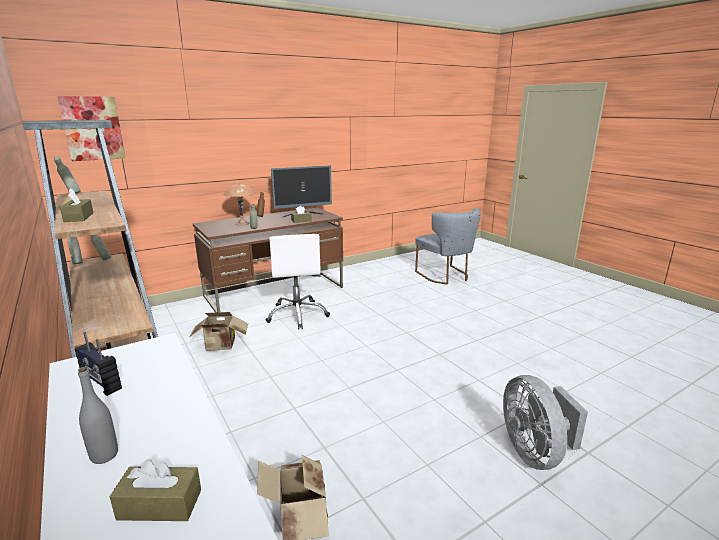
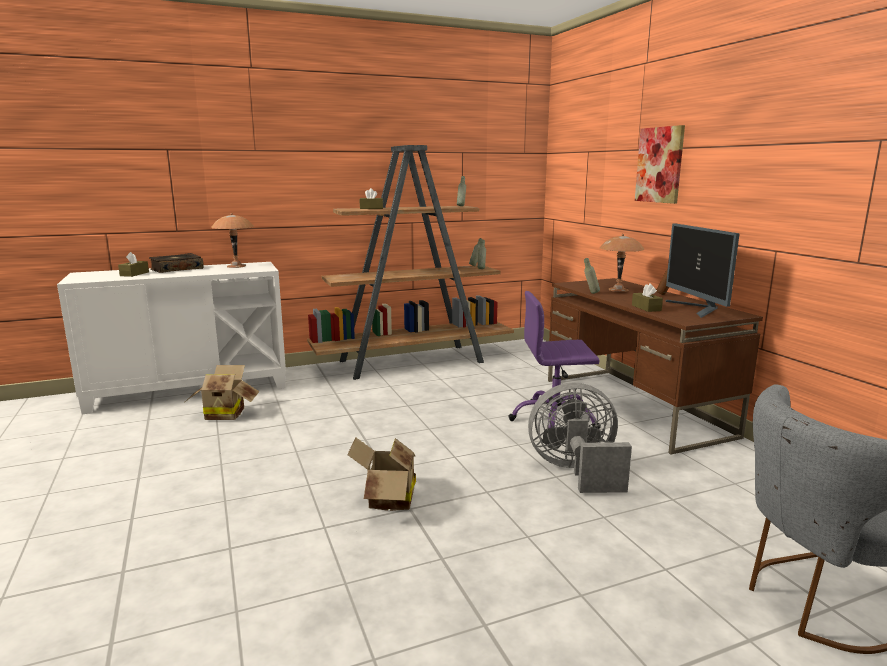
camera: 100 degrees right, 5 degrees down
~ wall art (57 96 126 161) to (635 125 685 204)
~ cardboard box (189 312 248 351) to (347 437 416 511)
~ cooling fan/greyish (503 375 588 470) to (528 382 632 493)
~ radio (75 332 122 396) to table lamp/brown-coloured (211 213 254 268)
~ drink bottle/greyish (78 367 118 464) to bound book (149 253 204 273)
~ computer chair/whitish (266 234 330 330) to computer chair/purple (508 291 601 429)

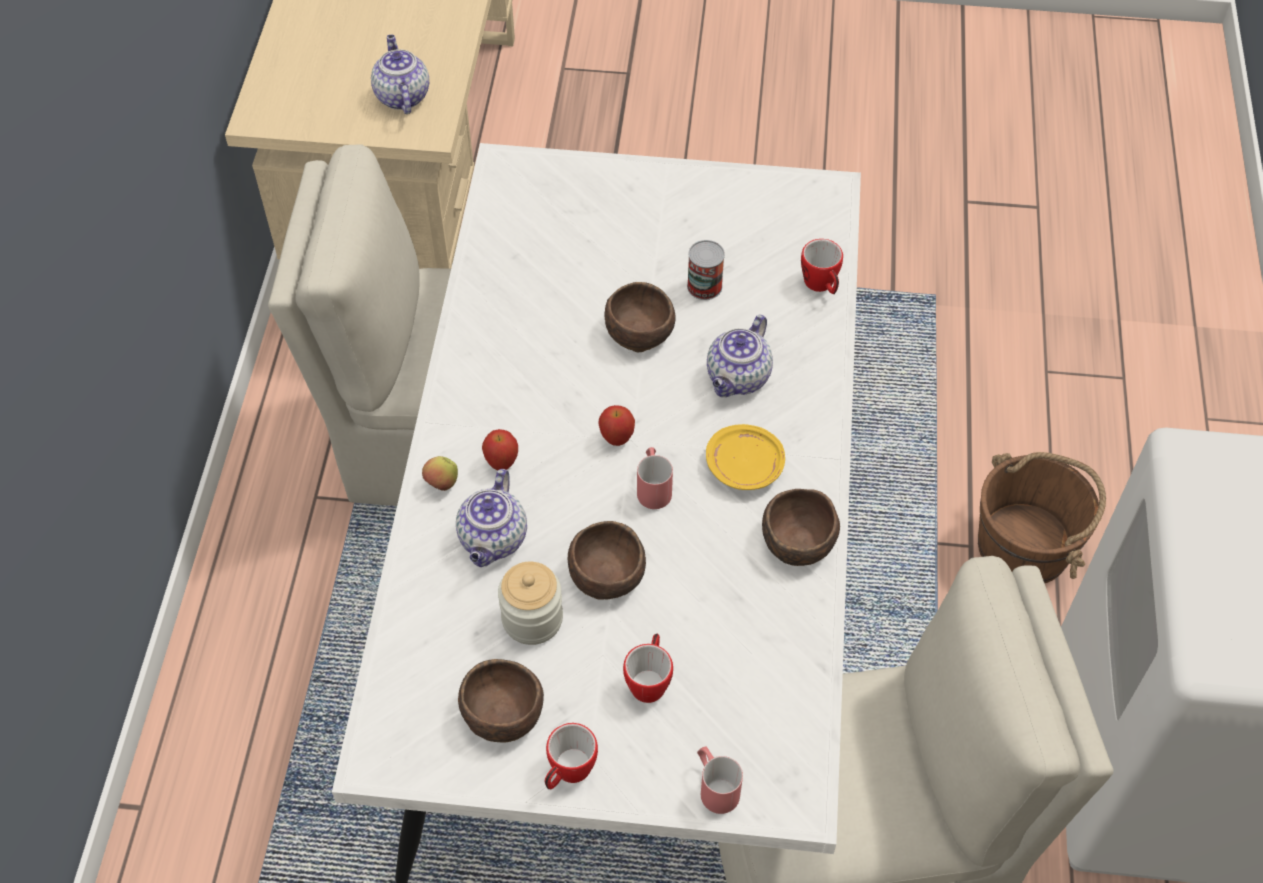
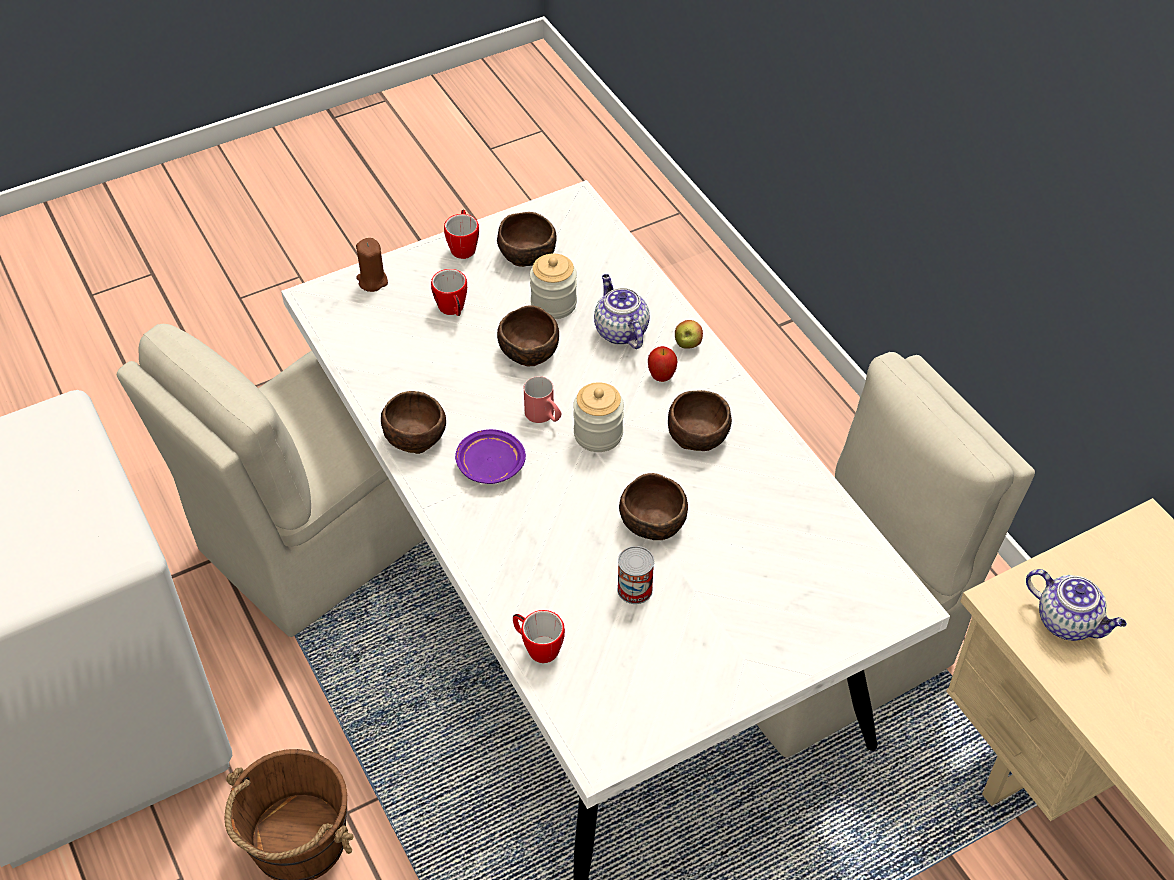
camera: 145 degrees right, 5 degrees down
- pot for tea (707 314 773 397)
+ serving bowl/brown-coloured (668 390 732 451)
~ whole apple (598 405 635 446) to storage jar (573 382 624 452)
~ tea mug/reddish (697 746 743 814) to candle/brown-coloured (356 238 388 292)
~ flat dish/yellow-coloured (706 424 785 490) to flat dish/purple (455 429 526 484)

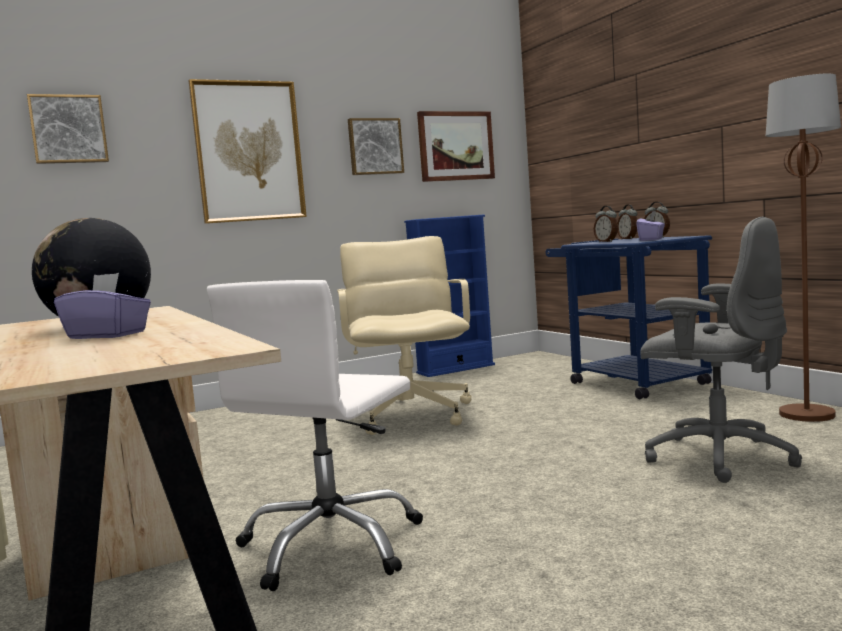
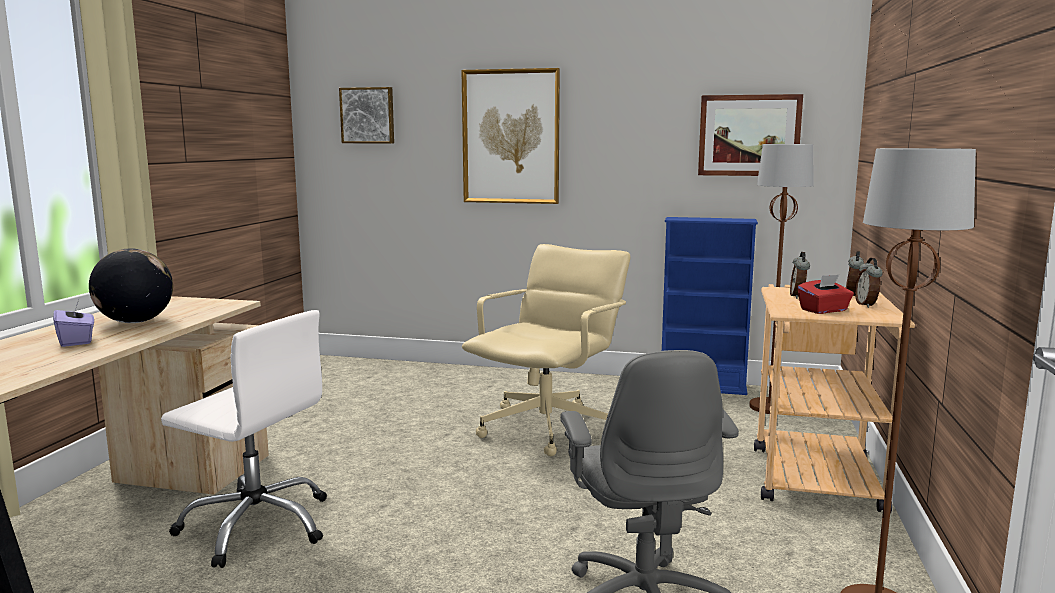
camera: 40 degrees right, 5 degrees up
- wall art (348 118 404 175)
+ standard lamp/brown-coloured (749 144 814 414)
~ cart/bluish (546 235 712 399) to cart/beige (754 284 915 513)
~ box of tissues/purple (636 211 665 241) to box of tissues/reddish (797 275 854 314)
~ computer chair/whitish (207 280 423 591) = (161 310 327 568) 135 degrees counterclockwise

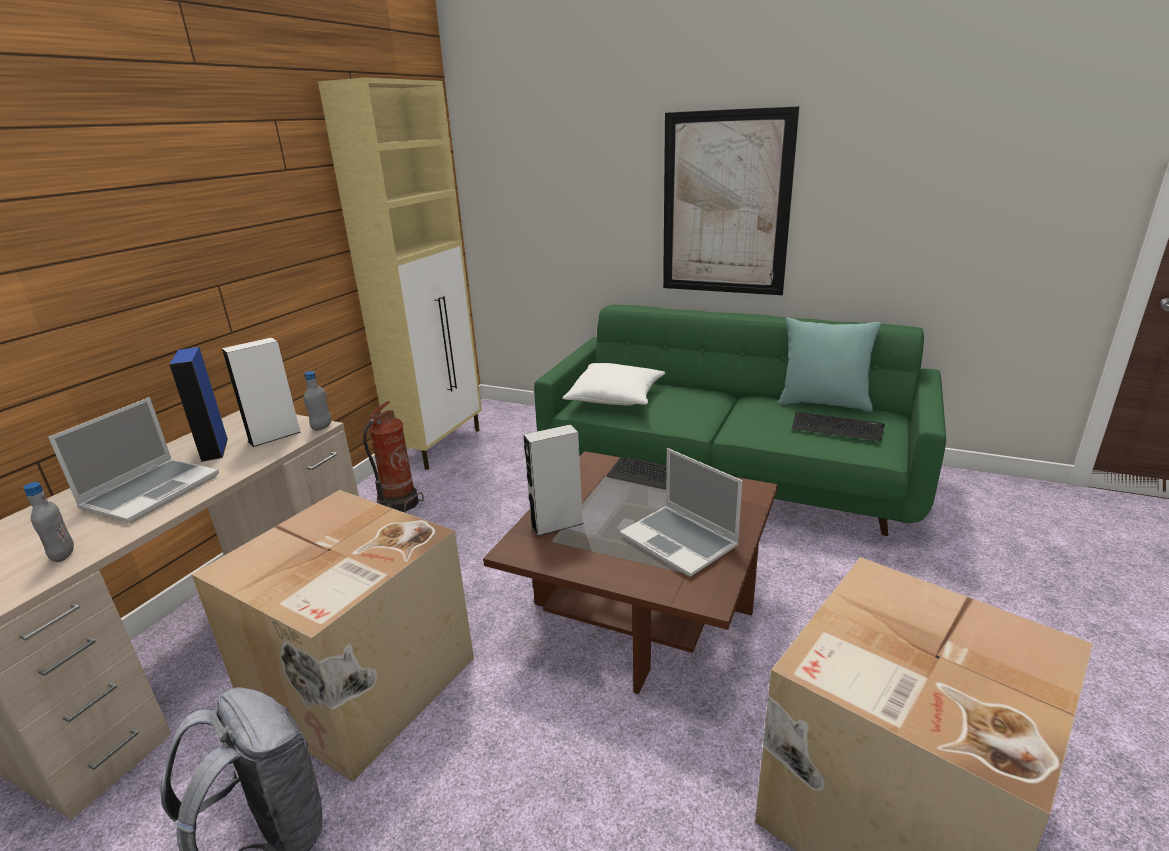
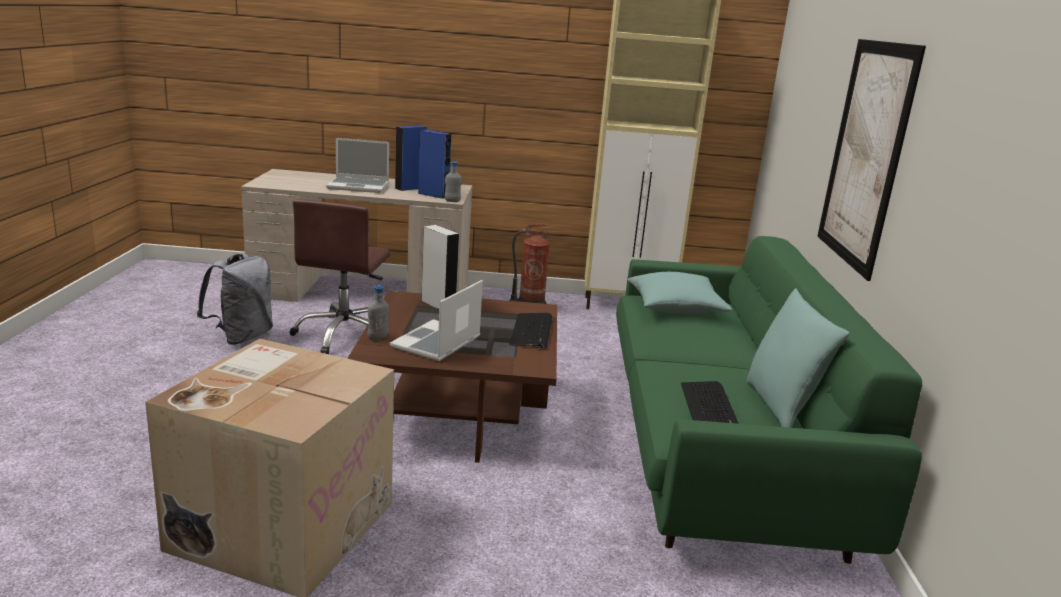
camera: 65 degrees right, 5 degrees down
~ drink bottle/greyish (23 482 74 562) to (368 285 389 340)
~ cardboard box (191 490 474 782) to computer chair/brown-coloured (289 199 391 354)
~ audio speaker/whitish (222 337 301 447) to audio speaker/bluish (418 130 451 199)
~ throw pillow/whitish (563 363 665 406) to throw pillow/turquoise-coloured (628 272 732 314)

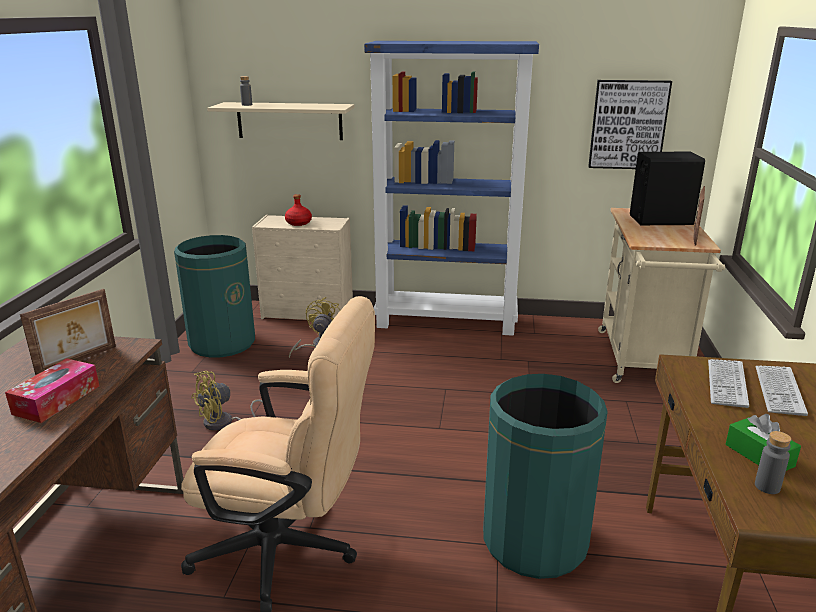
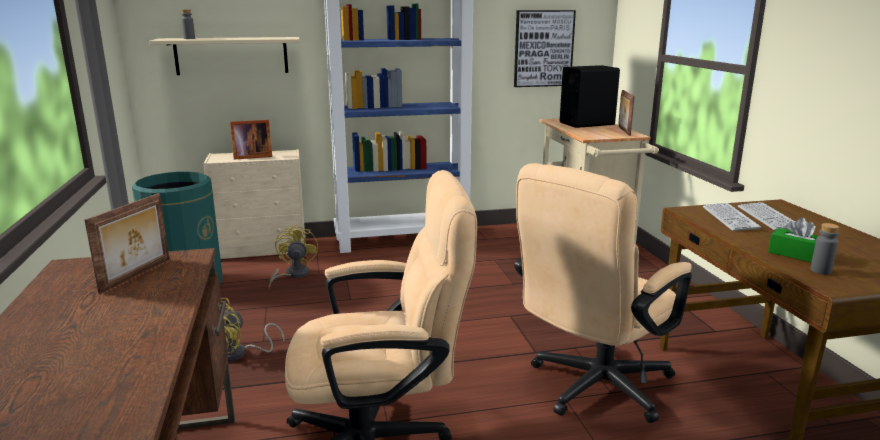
camera: 20 degrees left, 5 degrees down
- box of tissues (5 358 99 423)
~ drink bottle/reddish (285 194 312 226) to photo frame (230 120 272 159)
~ trash can/green (483 374 608 579) to computer chair/beige (514 163 692 423)

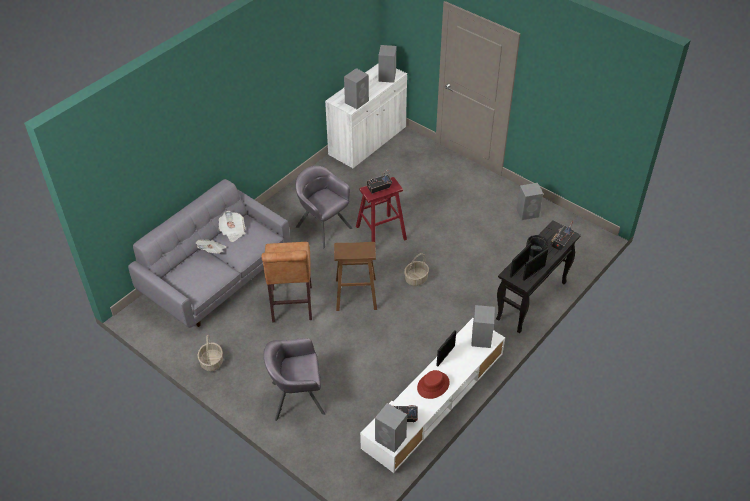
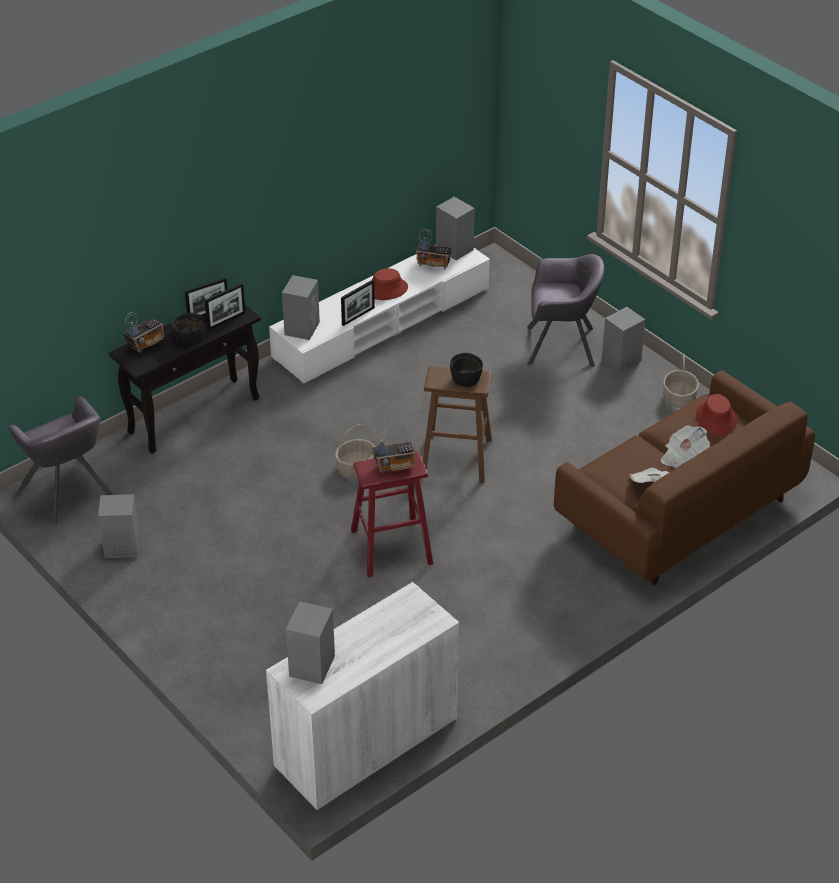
camera: 170 degrees left, 5 degrees down
- stool/brown-coloured (262 242 312 323)
+ serving bowl/black (450 353 483 387)
+ clothing hat/reddish (696 394 737 435)
~ lounge chair/greyish (295 166 353 248) to (9 396 113 525)
~ audio speaker/greyish (344 68 369 109) to (602 307 645 372)
~ settee/greyish (128 179 290 328) to settee/brown-coloured (554 370 815 585)

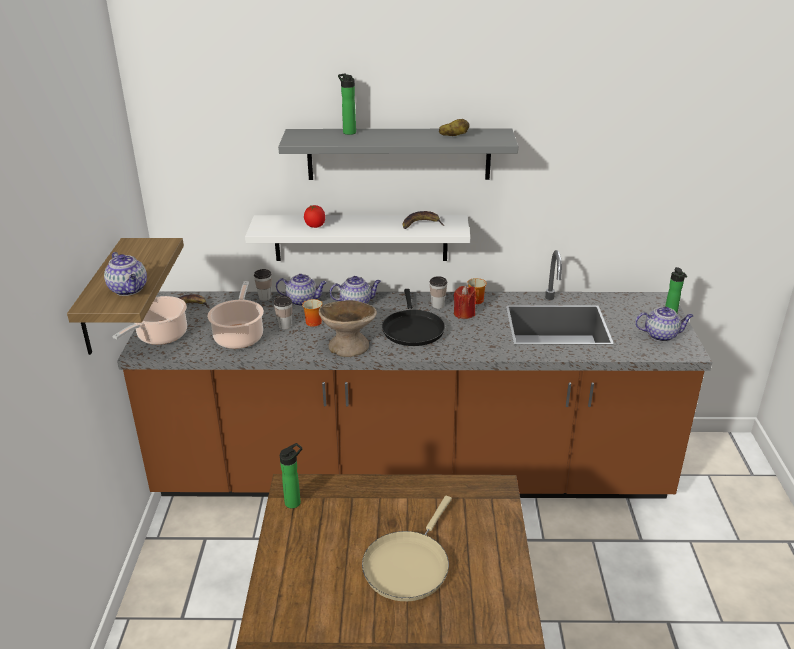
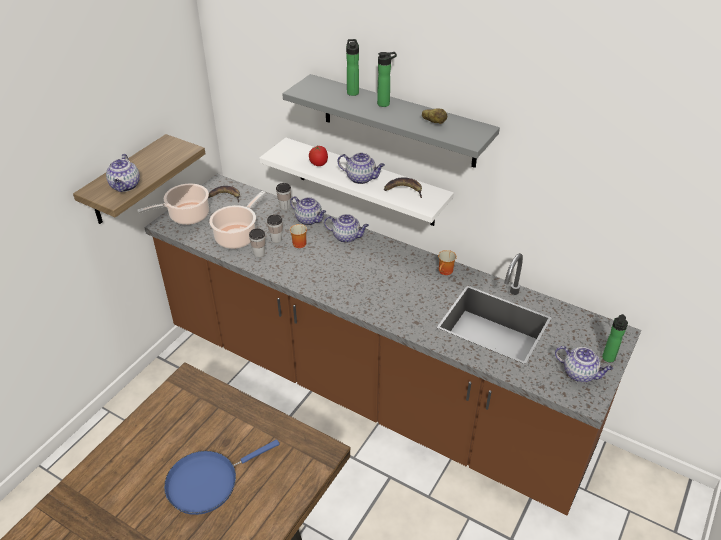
camera: 30 degrees right, 10 degrees up
- serving bowl/beige (319 300 377 357)
- frying pan/black (382 289 445 346)
- candle/reddish (454 286 476 319)
+ pot for tea (337 153 385 184)
~ drink bottle (280 443 302 509) to (377 52 397 107)
~ small cup (430 276 447 309) to (249 228 265 257)
~ frying pan/beige (362 496 452 601) to frying pan/bluish (164 440 280 515)

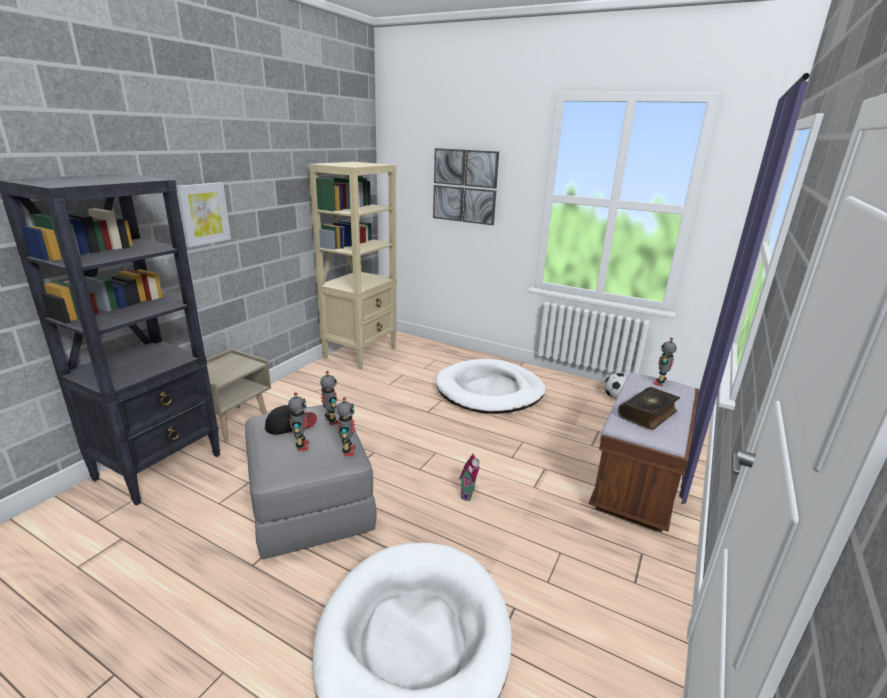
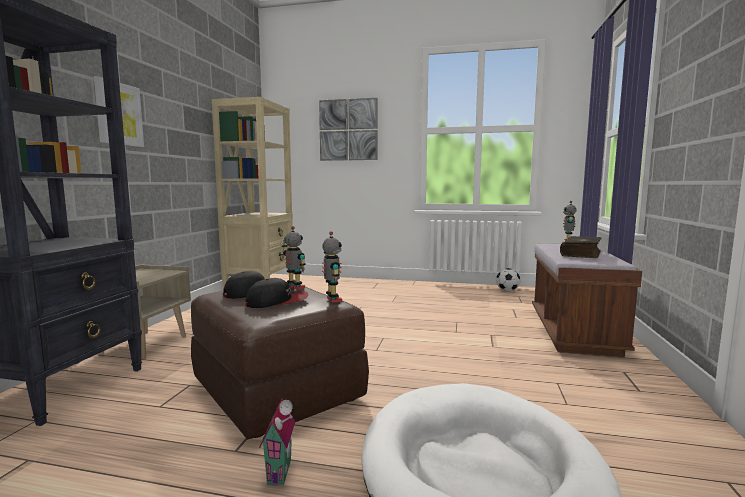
camera: 15 degrees left, 15 degrees down
- dog bed/whitish (436 359 545 414)
~ model house (459 454 480 501) to (259 398 295 486)
~ model robot (288 392 309 451) to peaked cap (245 278 309 308)
~ ottoman/greyish (245 403 377 559) to ottoman/brown-coloured (191 283 369 439)

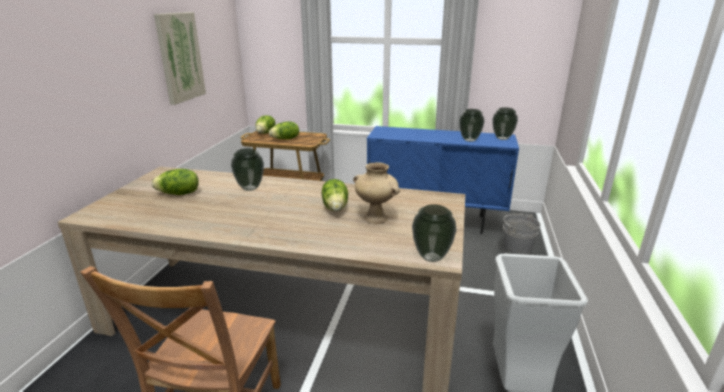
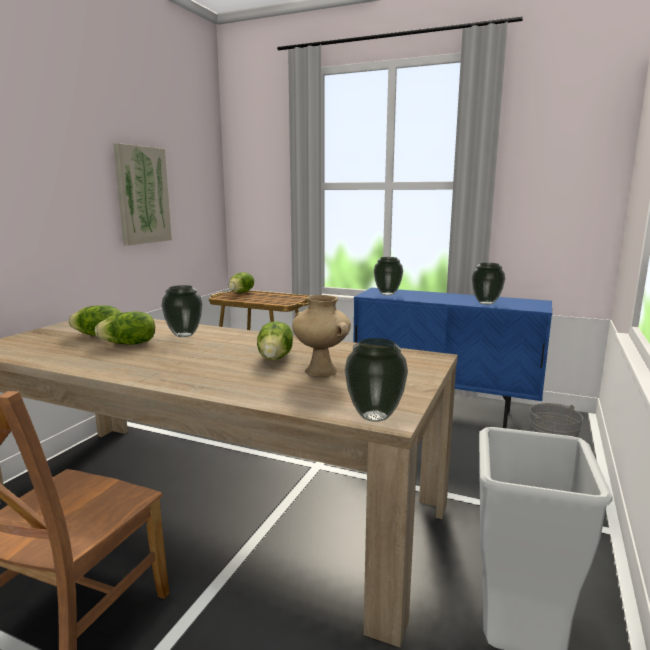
camera: 10 degrees right, 10 degrees down
~ lettuce head (269 121 299 139) to (95 311 155 345)
~ vase (492 107 518 140) to (374 257 403 295)

